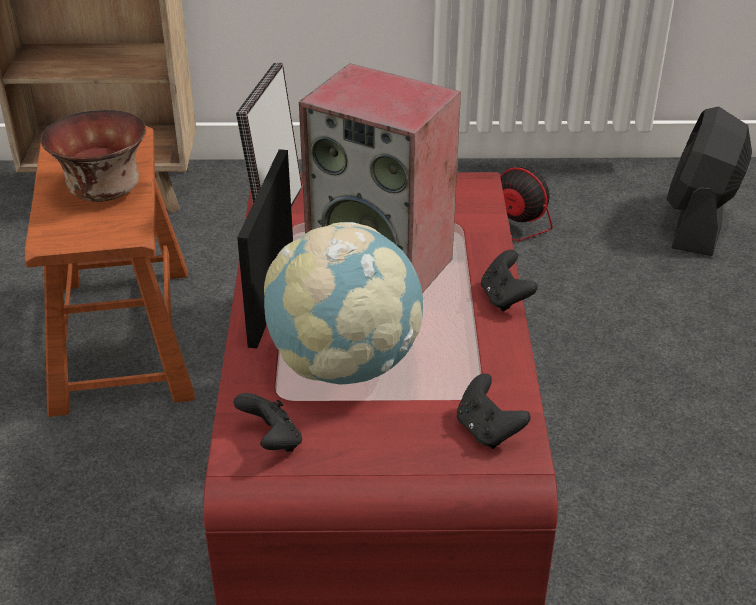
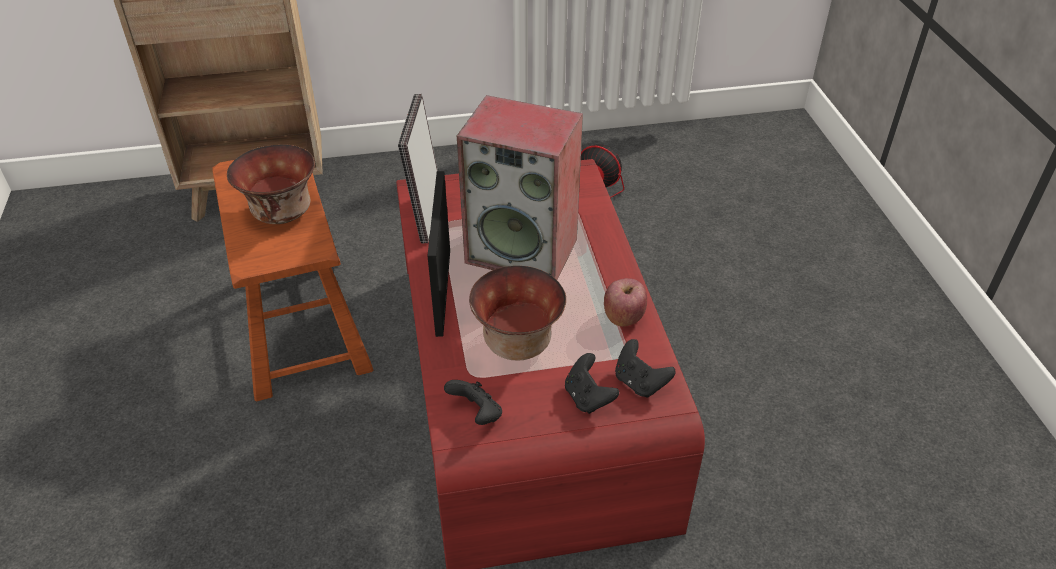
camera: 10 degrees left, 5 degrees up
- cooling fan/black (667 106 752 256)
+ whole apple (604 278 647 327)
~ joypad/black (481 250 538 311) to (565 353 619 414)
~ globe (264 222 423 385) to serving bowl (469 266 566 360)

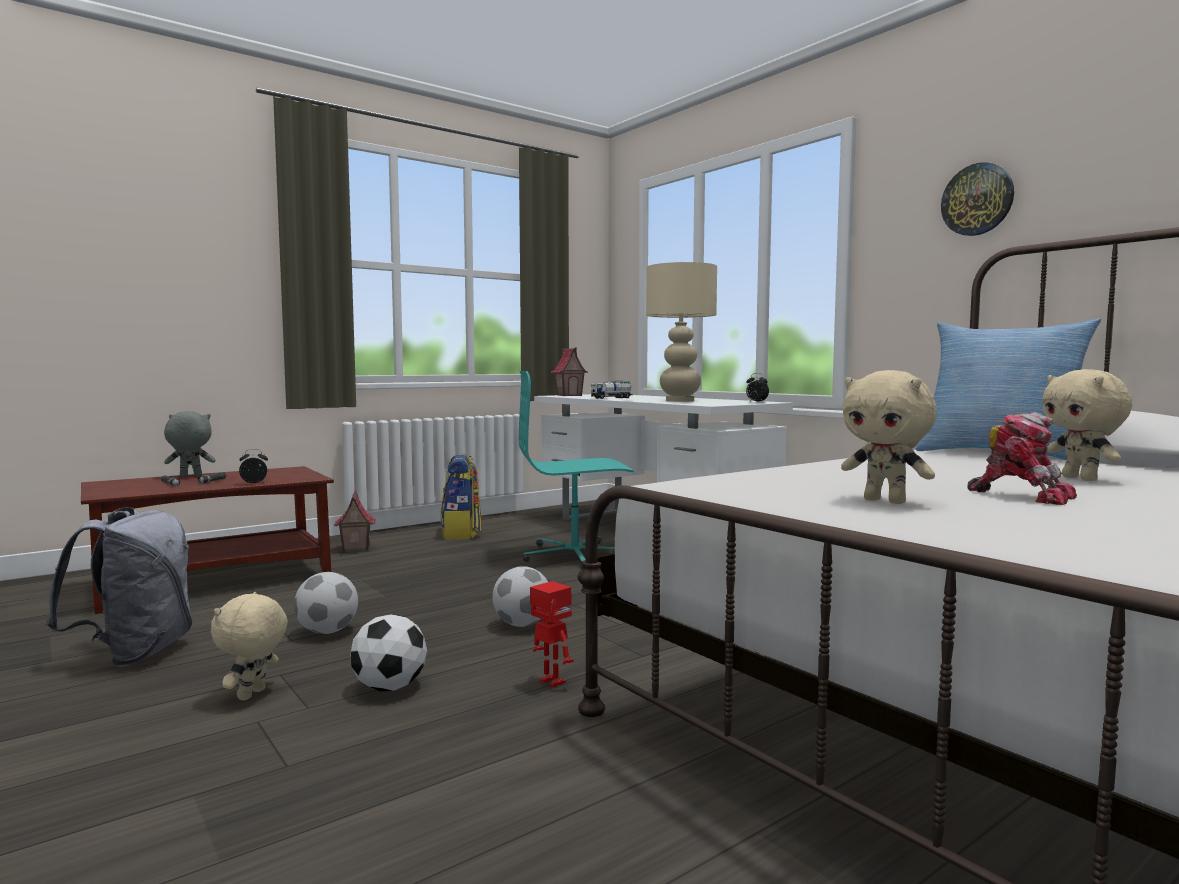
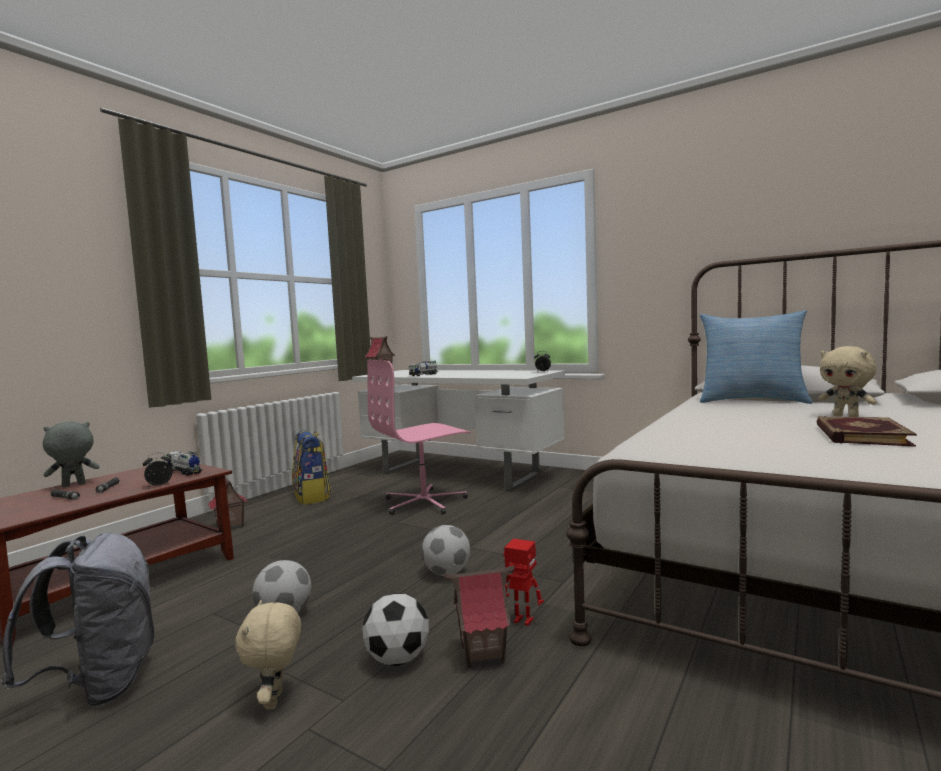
camera: 20 degrees left, 0 degrees up
- table lamp/beige (646 261 717 402)
- soft toy/beige (841 370 937 504)
- clock on the wall (941 163 1014 236)
+ toy lorry (166 451 202 476)
+ model house (443 566 515 668)
~ model robot (967 412 1077 505) to bound book (816 416 917 447)
~ computer chair/turquoise-coloured (519 371 634 569) to computer chair/pink (367 360 470 515)

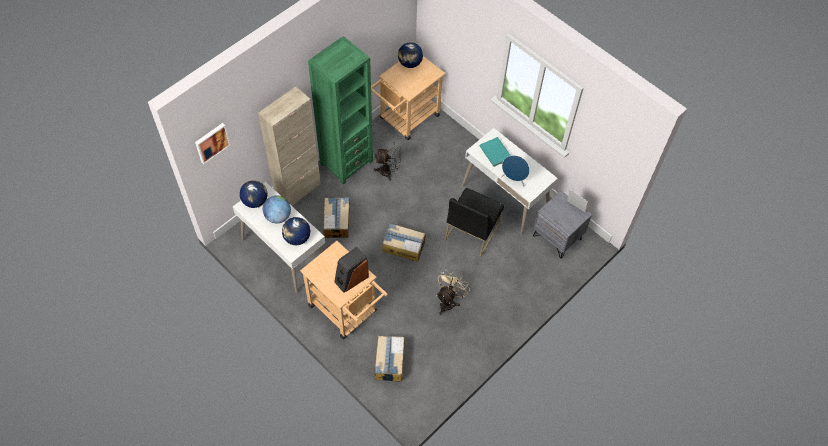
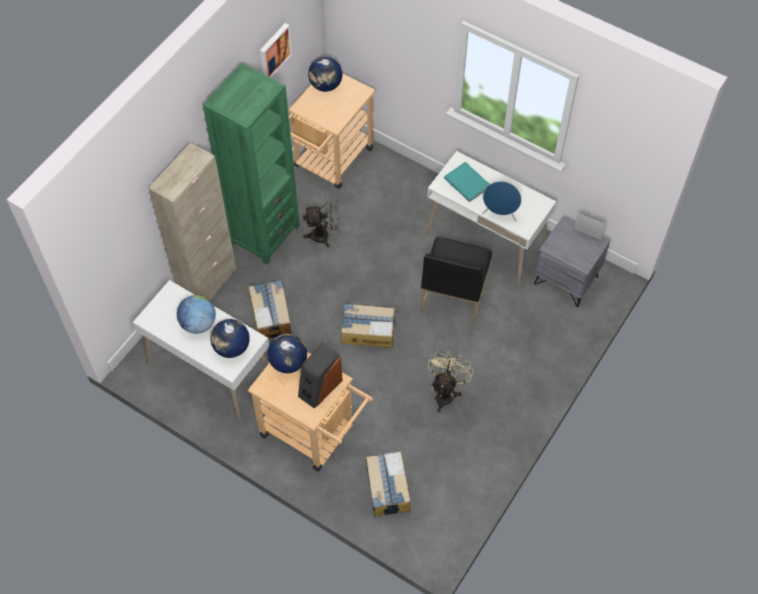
camera: 10 degrees left, 0 degrees up
~ wall art (195 123 230 164) to (260 23 292 78)
~ globe (239 180 268 208) to (267 334 307 373)

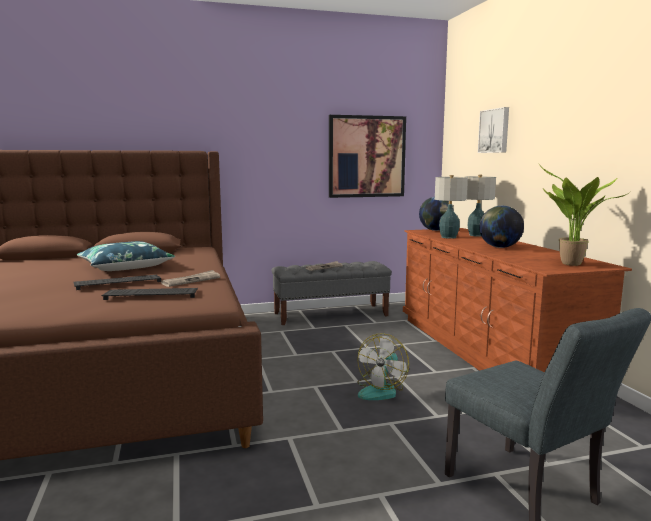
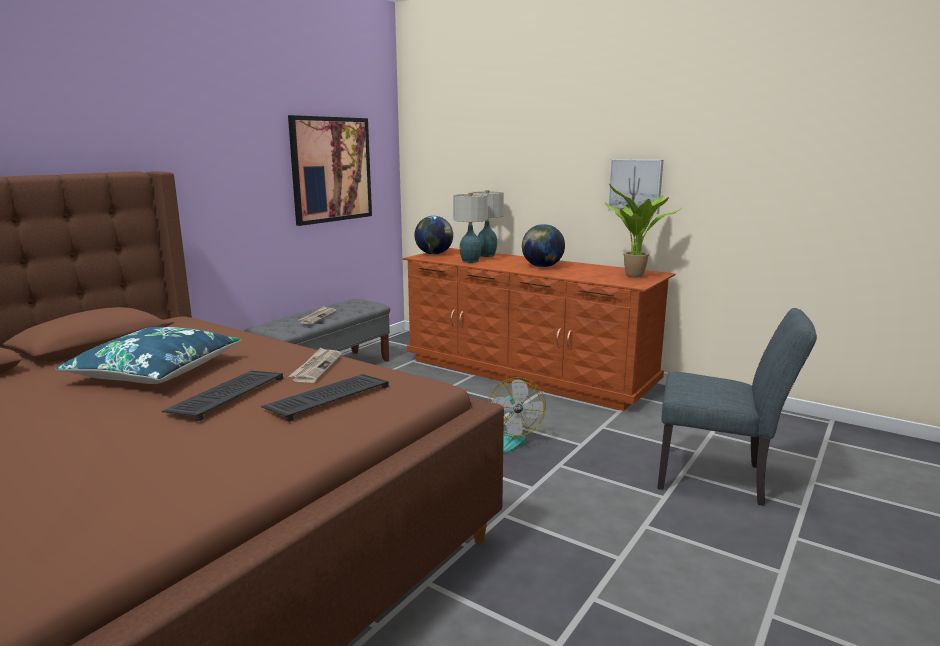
camera: 40 degrees left, 5 degrees up
~ wall art (478 107 509 153) to (608 159 663 214)

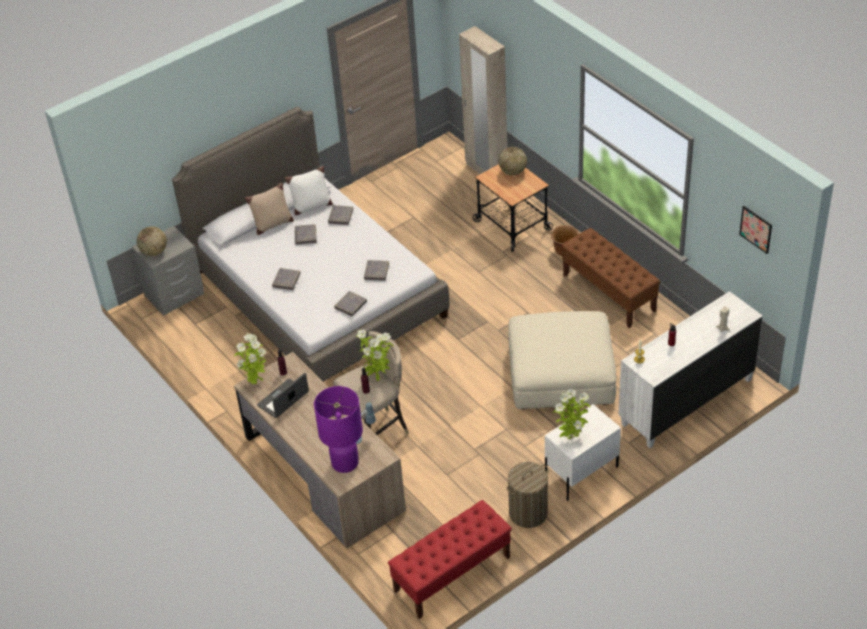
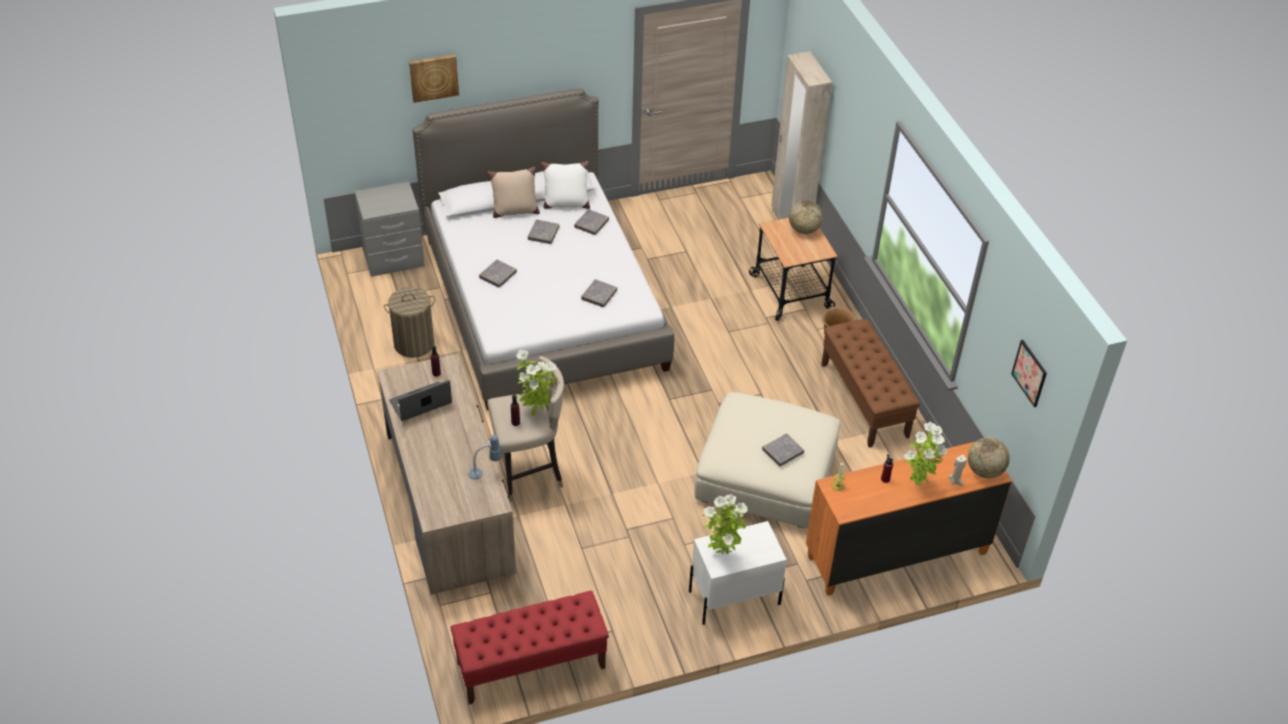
camera: 15 degrees right, 0 degrees up
- table lamp/purple (314 386 363 473)
+ wall art (409 55 459 103)
~ globe (137 226 167 256) to (968 437 1010 478)
~ potted plant (234 333 266 384) to (904 422 947 486)
~ bound book/greyish (334 291 367 316) to (762 433 804 466)
~ laundry basket (506 462 549 528) to (384 287 435 358)
~ chest of drawers/whitish (618 291 763 449) to chest of drawers/orange-coloured (806 442 1012 596)

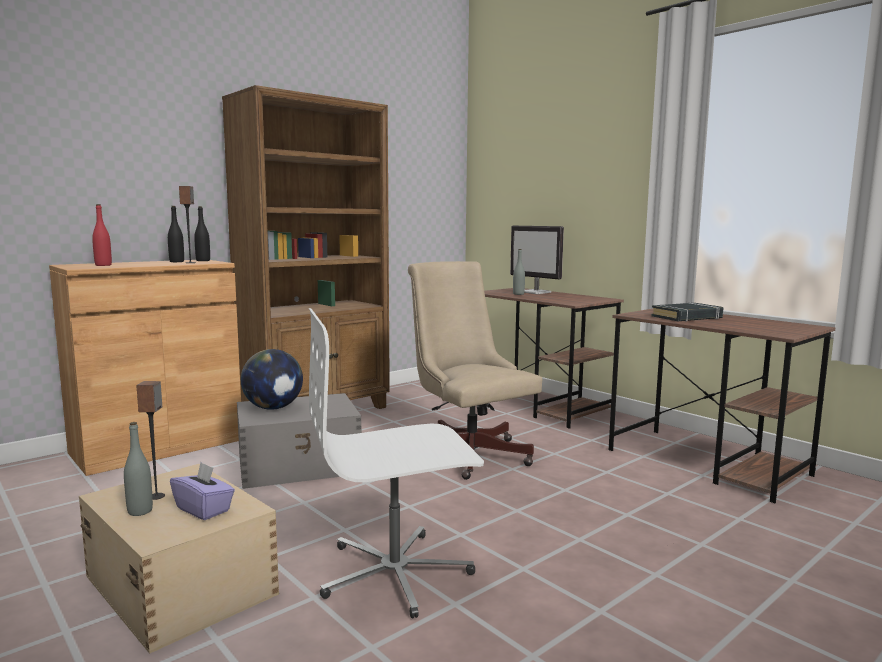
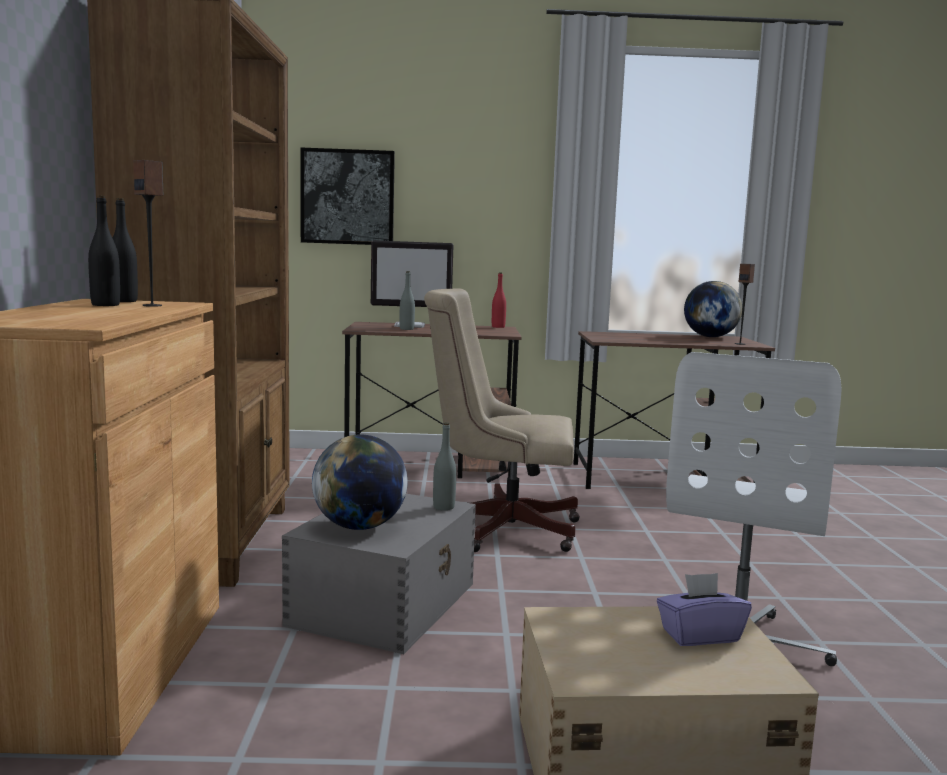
camera: 50 degrees left, 0 degrees up
- bound book/black (651 303 723 322)
+ wall art (300 147 395 245)
+ globe (684 281 742 337)
~ drink bottle/reddish (92 204 112 266) to (492 273 506 328)
~ drink bottle/greyish (124 422 153 516) to (433 423 456 511)
~ audio speaker (136 381 165 500) to (735 264 755 345)

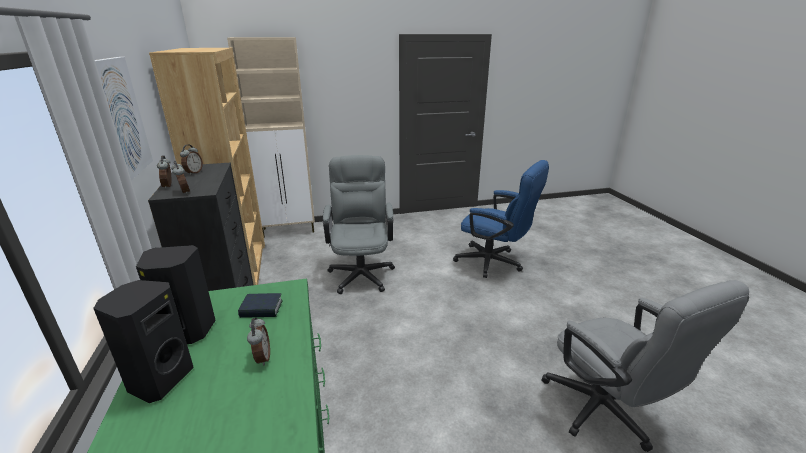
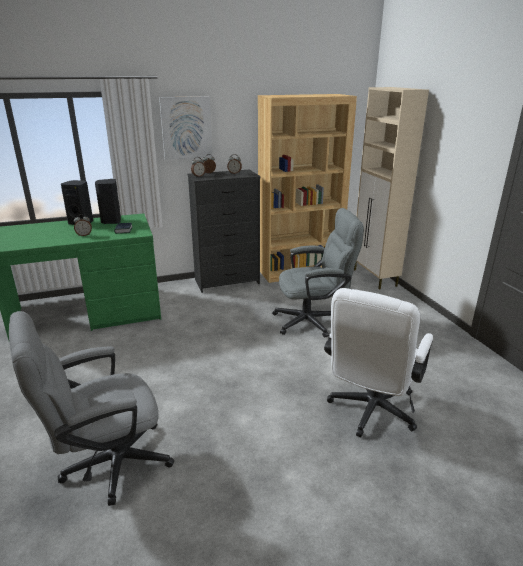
camera: 85 degrees right, 0 degrees up
~ computer chair/bluish (453 160 549 278) to computer chair/whitish (324 288 433 437)

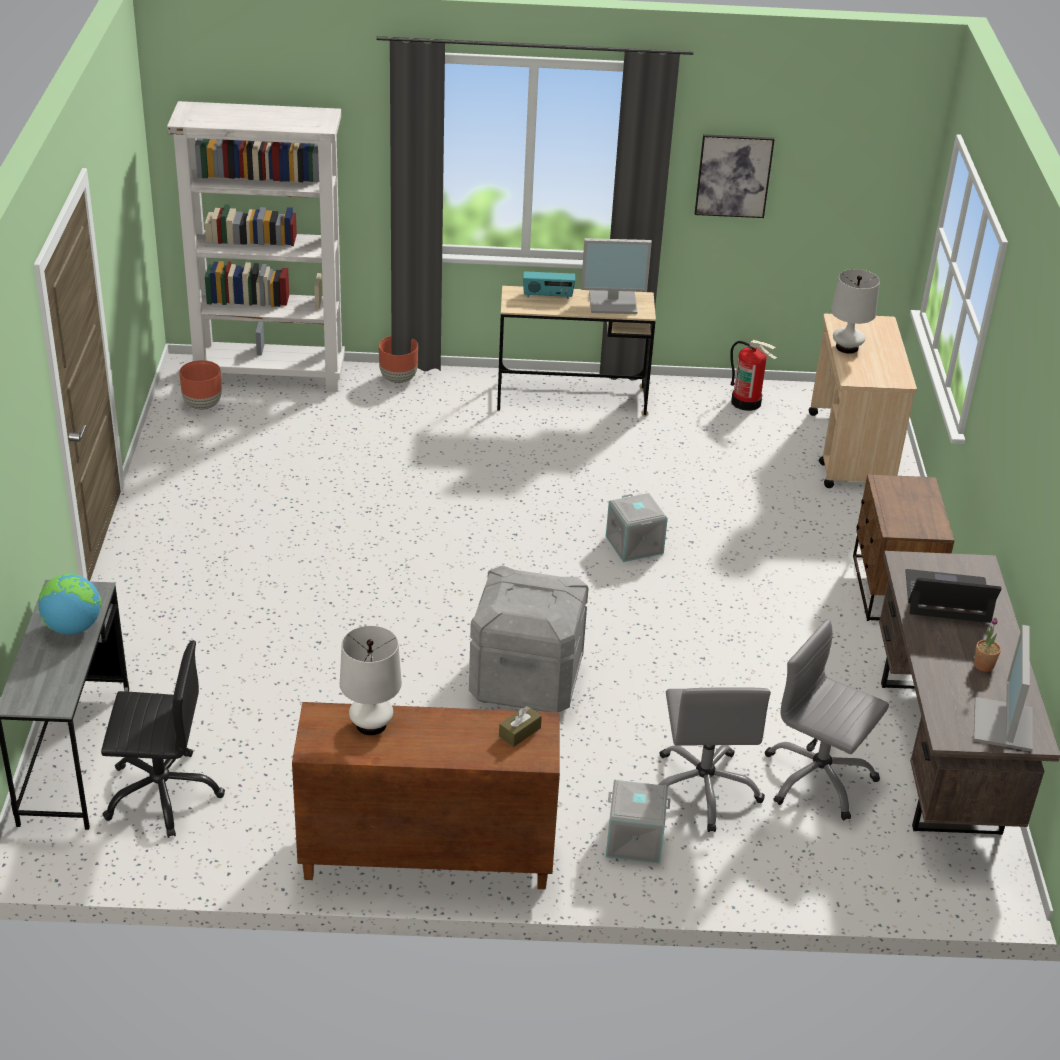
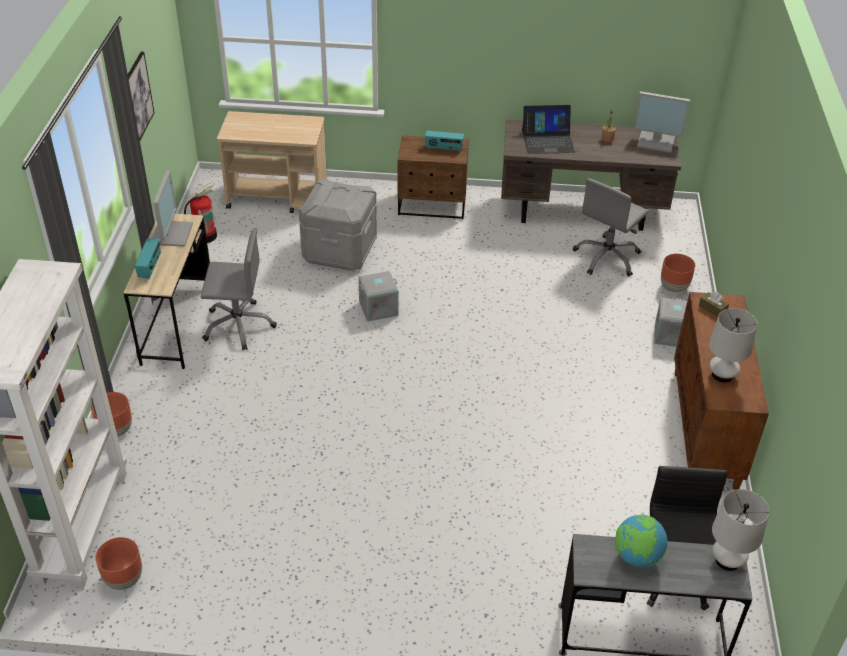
camera: 85 degrees left, 5 degrees up
+ radio (425 131 464 152)
+ plant pot/brown-coloured (661 254 695 292)
~ storage container/greyish (469 565 589 712) to (299 179 377 271)
~ computer chair/greyish (658 687 771 832) to (201 228 277 350)
~ table lamp/whitish (831 269 880 354) to (712 489 769 571)
~ portable computer (905 569 1001 623) = (522 105 575 154) 105 degrees counterclockwise

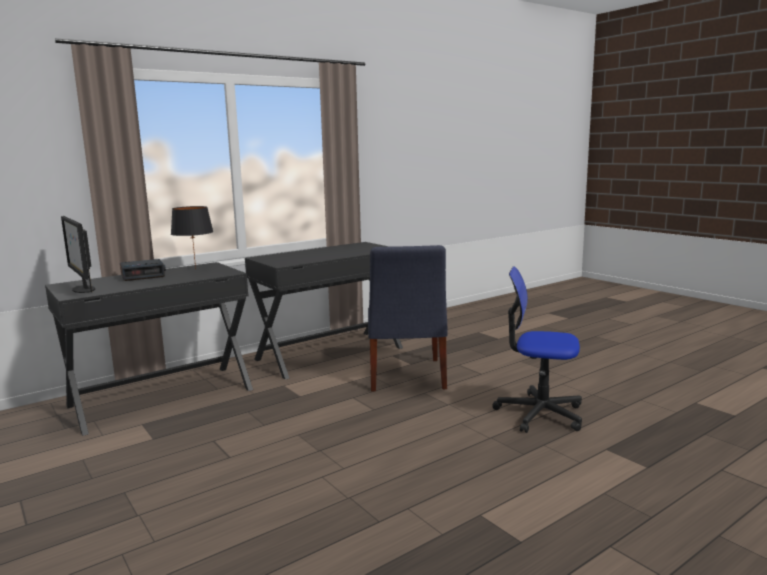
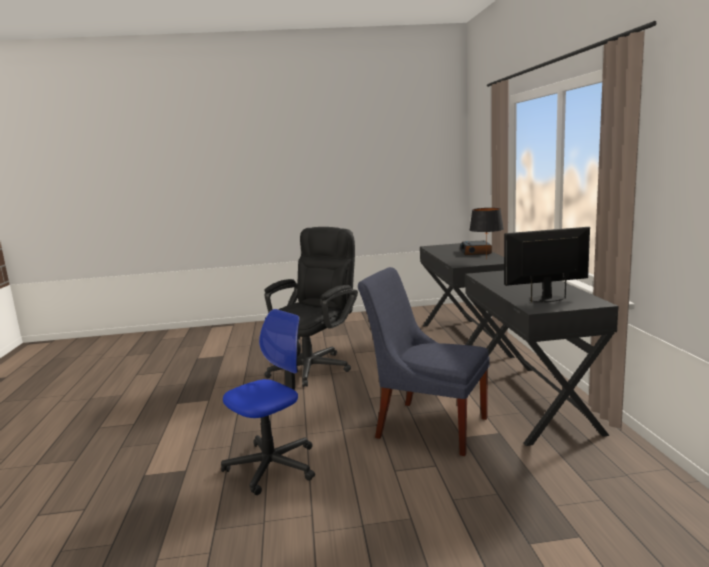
camera: 120 degrees right, 0 degrees up
+ computer chair/black (264 227 358 387)
~ computer screen (61 216 95 293) to (504 227 590 302)

